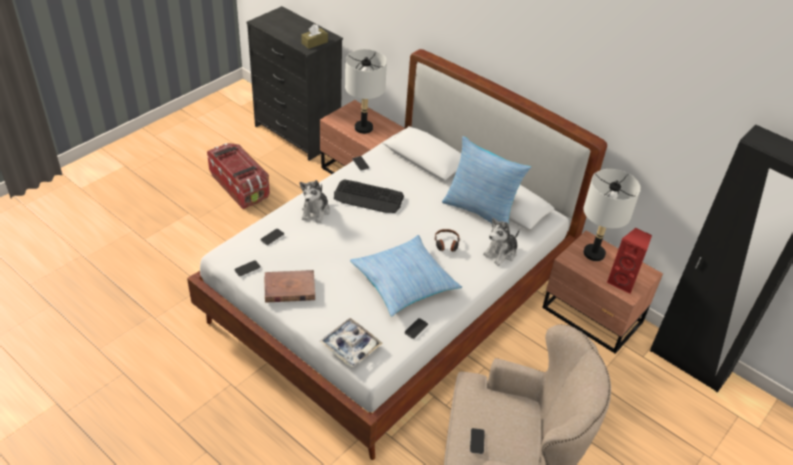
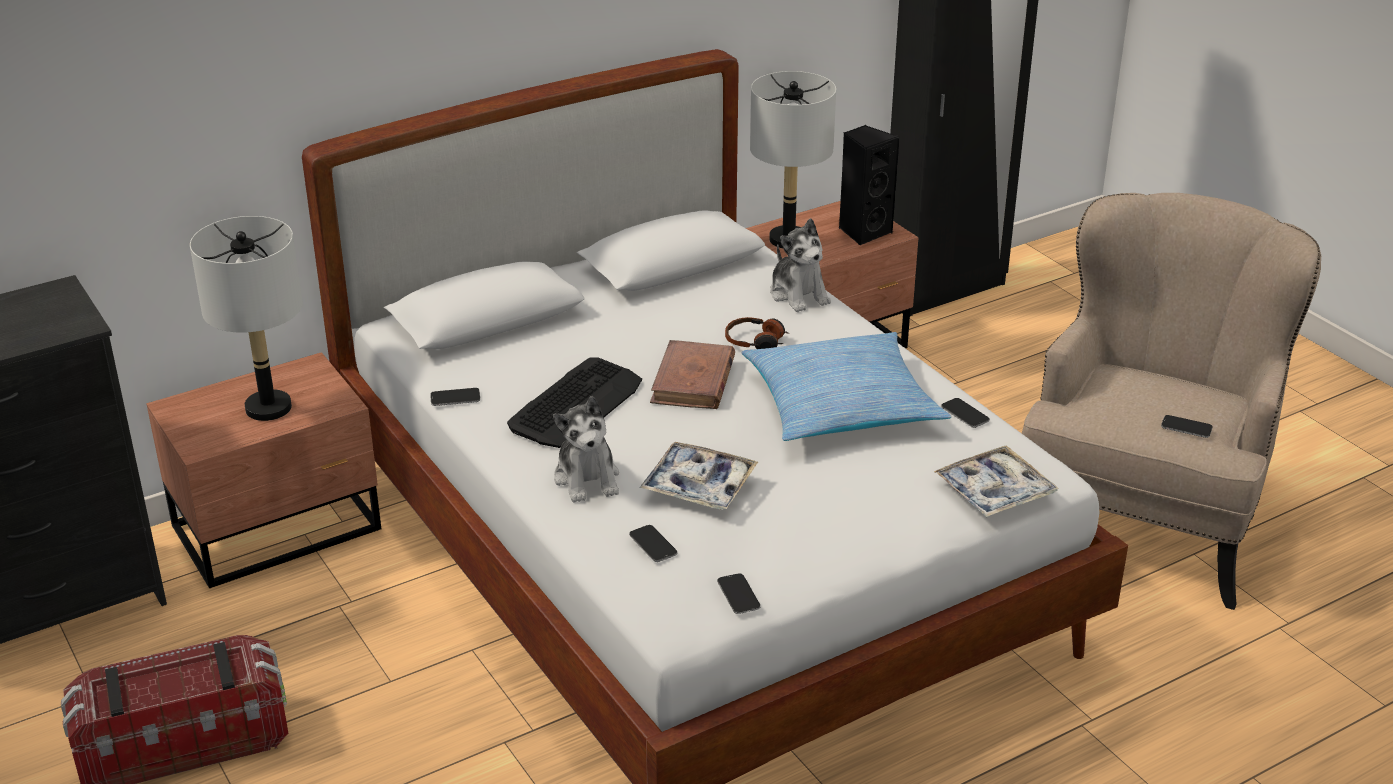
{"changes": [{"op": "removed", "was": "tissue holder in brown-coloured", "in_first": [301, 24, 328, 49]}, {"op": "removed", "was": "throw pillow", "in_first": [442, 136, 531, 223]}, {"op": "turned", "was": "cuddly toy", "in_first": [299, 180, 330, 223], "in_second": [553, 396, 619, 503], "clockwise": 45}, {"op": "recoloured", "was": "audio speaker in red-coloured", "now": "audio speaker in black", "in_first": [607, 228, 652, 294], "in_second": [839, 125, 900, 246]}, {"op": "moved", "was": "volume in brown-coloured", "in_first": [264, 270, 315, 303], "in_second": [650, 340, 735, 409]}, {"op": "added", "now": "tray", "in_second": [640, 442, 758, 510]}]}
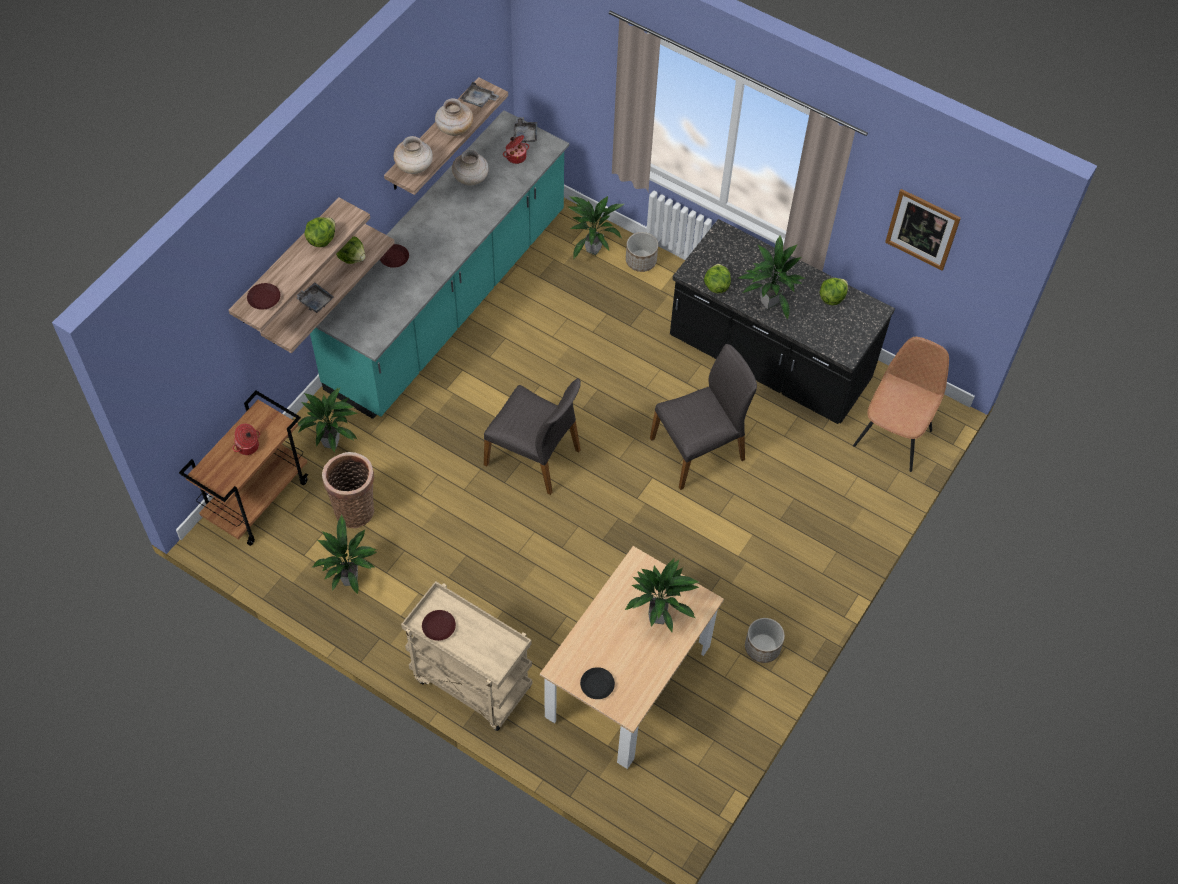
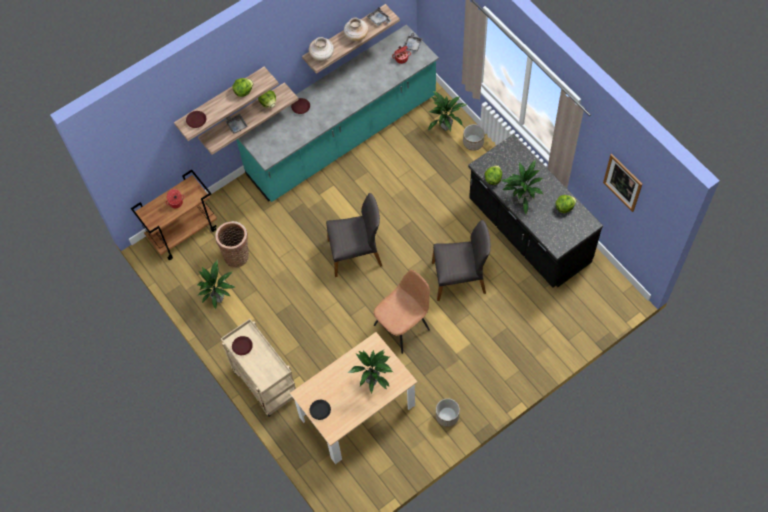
{"changes": [{"op": "removed", "was": "decorative vase in beige", "in_first": [452, 150, 489, 186]}, {"op": "moved", "was": "plain chair in brown-coloured", "in_first": [853, 337, 949, 472], "in_second": [374, 270, 430, 354]}, {"op": "turned", "was": "plain chair in grey", "in_first": [484, 378, 581, 495], "in_second": [326, 193, 382, 277], "clockwise": -60}, {"op": "removed", "was": "houseplant", "in_first": [297, 388, 358, 453]}]}
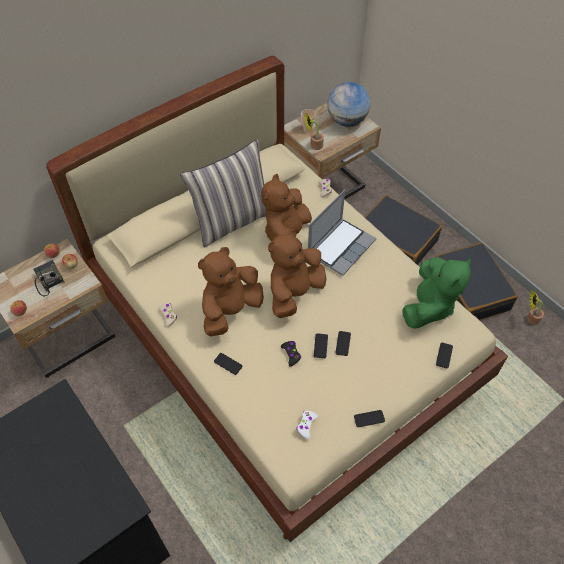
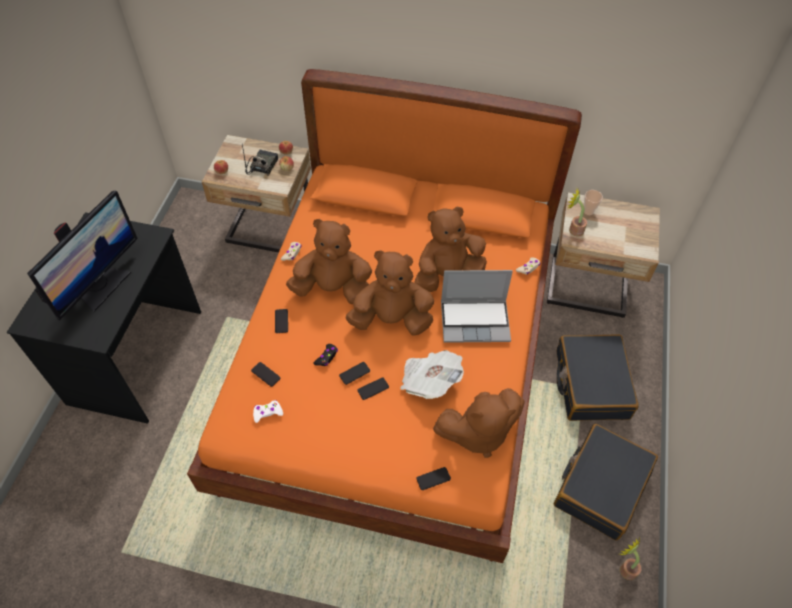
{"changes": [{"op": "recoloured", "was": "bedroom bed in beige", "now": "bedroom bed in orange", "in_first": [46, 56, 508, 542], "in_second": [187, 69, 582, 563]}, {"op": "removed", "was": "desk globe", "in_first": [327, 82, 370, 127]}, {"op": "removed", "was": "throw pillow", "in_first": [180, 139, 266, 248]}, {"op": "recoloured", "was": "cuddly toy in green-coloured", "now": "cuddly toy in brown-coloured", "in_first": [402, 257, 471, 329], "in_second": [433, 388, 525, 458]}, {"op": "moved", "was": "handset", "in_first": [354, 410, 385, 427], "in_second": [251, 362, 281, 387]}, {"op": "added", "now": "computer screen", "in_second": [27, 190, 138, 320]}, {"op": "added", "now": "newspaper", "in_second": [401, 350, 464, 399]}]}
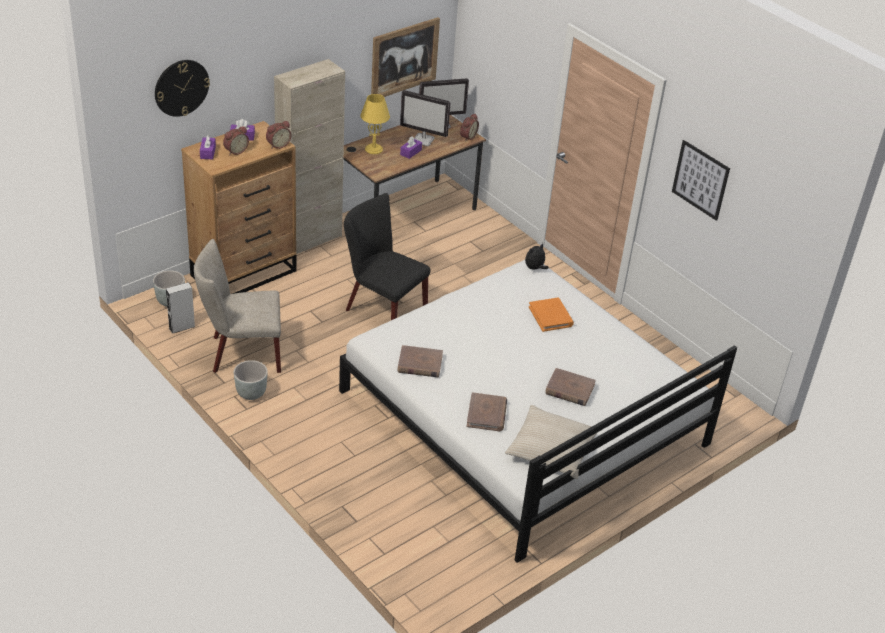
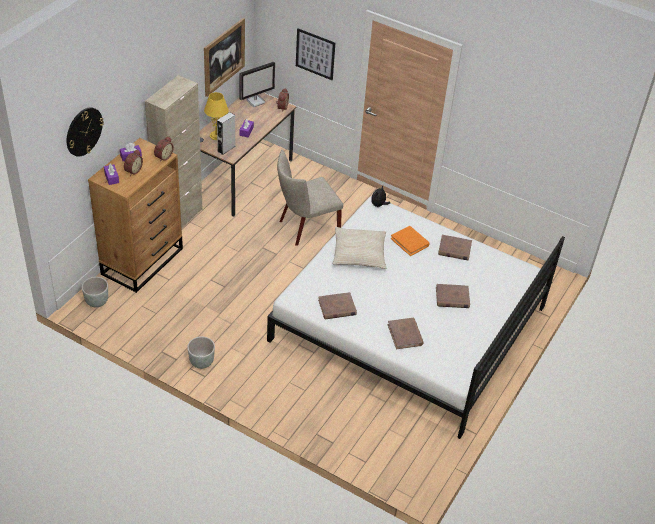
{"changes": [{"op": "removed", "was": "computer screen", "in_first": [400, 90, 451, 146]}, {"op": "moved", "was": "wall picture", "in_first": [672, 140, 730, 221], "in_second": [296, 28, 335, 80]}, {"op": "removed", "was": "plain chair in black", "in_first": [344, 193, 431, 320]}, {"op": "moved", "was": "plain chair in beige", "in_first": [194, 239, 281, 373], "in_second": [277, 150, 343, 246]}, {"op": "moved", "was": "audio speaker in grey", "in_first": [166, 282, 195, 334], "in_second": [217, 112, 236, 155]}, {"op": "moved", "was": "throw pillow in beige", "in_first": [505, 405, 598, 479], "in_second": [333, 227, 386, 269]}, {"op": "added", "now": "volume in brown-coloured", "in_second": [438, 235, 472, 260]}]}
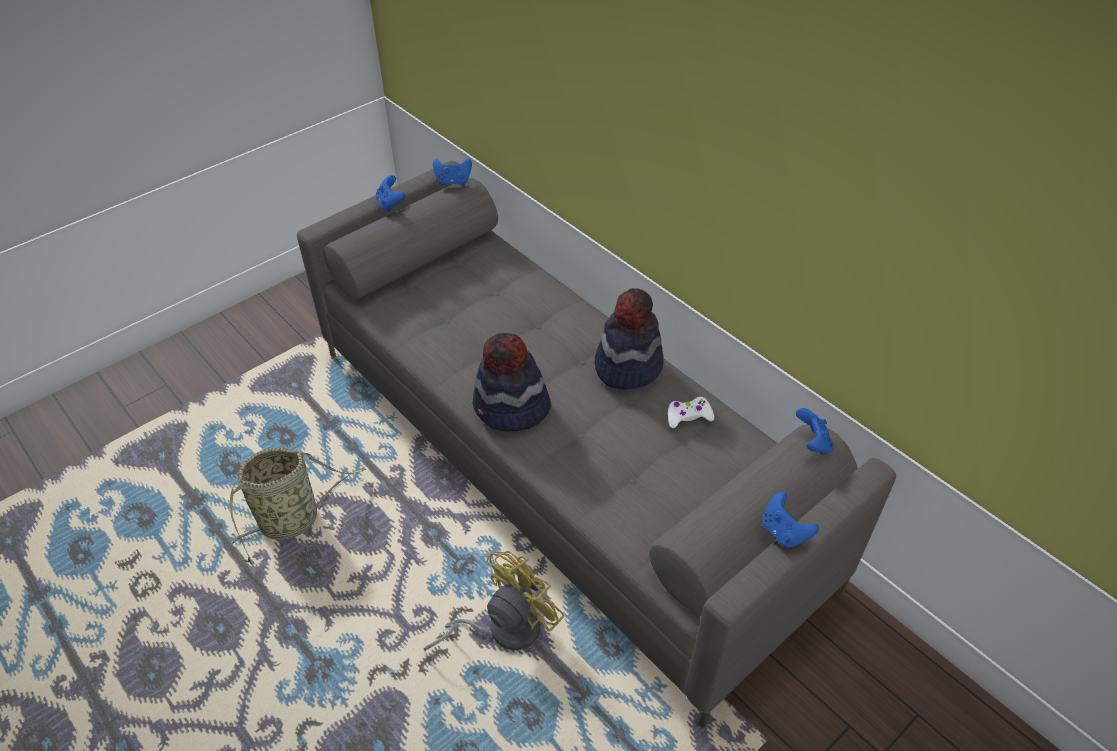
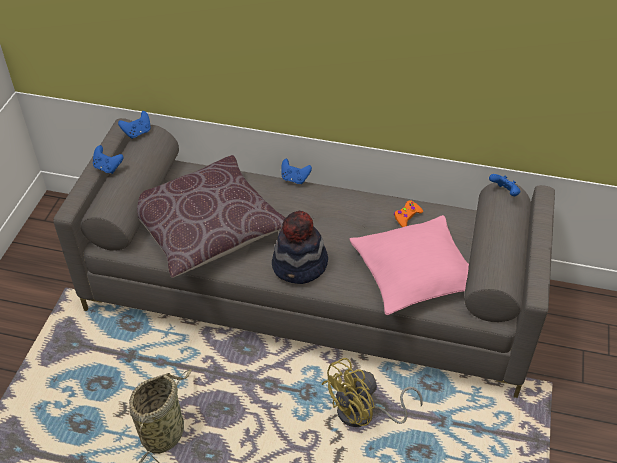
{"changes": [{"op": "removed", "was": "clothing hat", "in_first": [594, 288, 664, 390]}, {"op": "recoloured", "was": "joypad in white", "now": "joypad in orange", "in_first": [668, 397, 714, 428], "in_second": [394, 200, 423, 227]}, {"op": "moved", "was": "joypad in bluish", "in_first": [762, 491, 819, 548], "in_second": [281, 159, 312, 184]}, {"op": "turned", "was": "cooling fan in yellowish", "in_first": [424, 551, 565, 651], "in_second": [322, 358, 423, 427], "clockwise": -135}, {"op": "added", "now": "throw pillow in brown-coloured", "in_second": [137, 155, 286, 278]}, {"op": "added", "now": "throw pillow in pinkish", "in_second": [350, 215, 469, 315]}]}
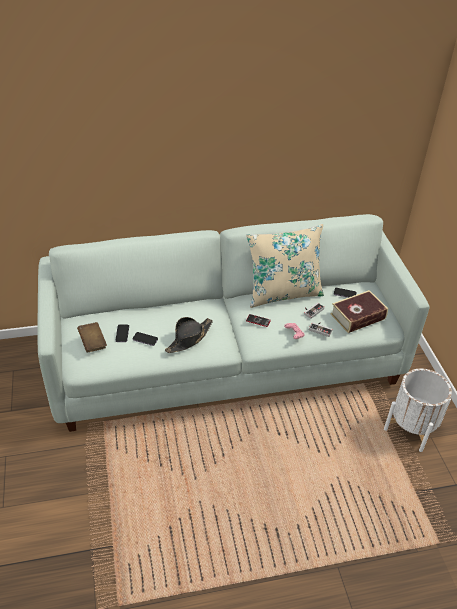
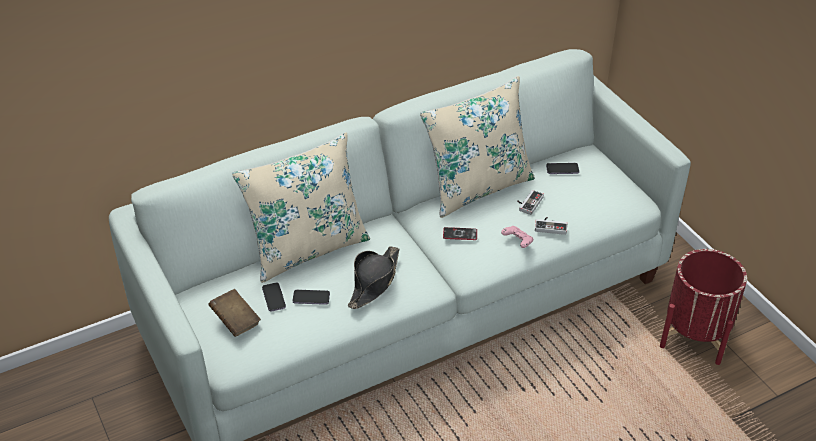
{"changes": [{"op": "removed", "was": "volume", "in_first": [330, 290, 388, 333]}, {"op": "recoloured", "was": "planter in white", "now": "planter in red-coloured", "in_first": [384, 369, 452, 452], "in_second": [660, 249, 747, 365]}, {"op": "added", "now": "throw pillow in beige", "in_second": [232, 132, 370, 283]}]}
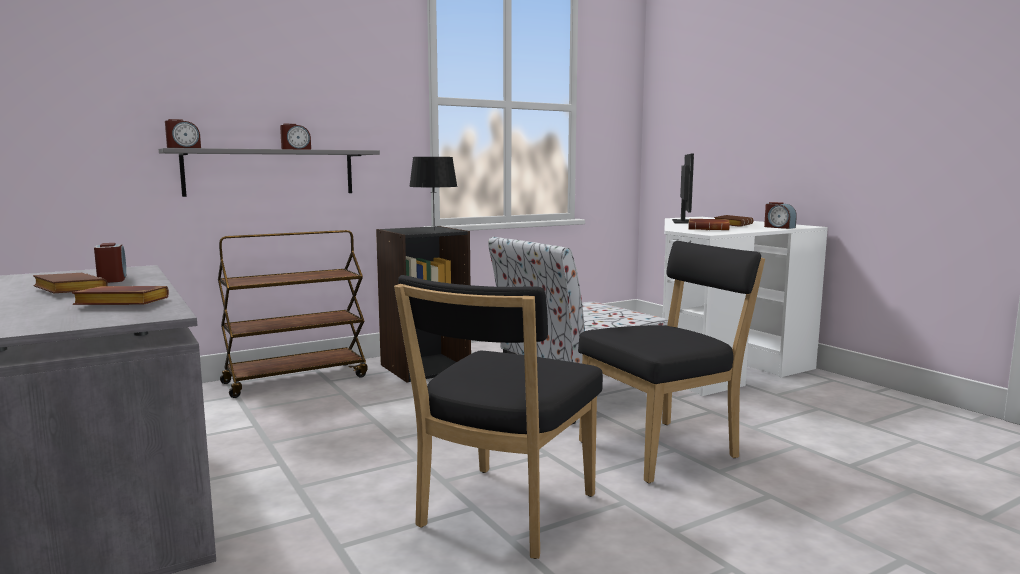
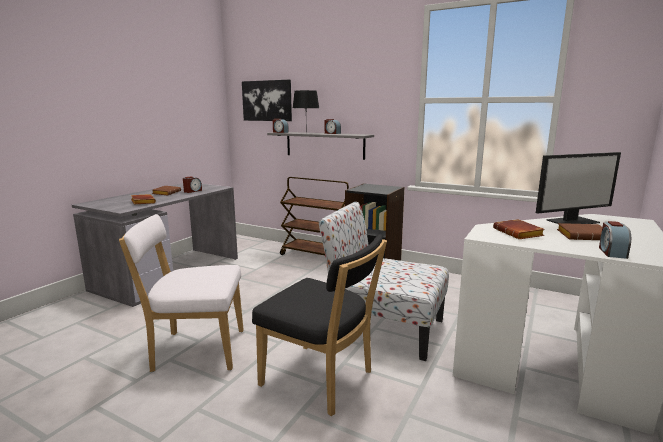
{"changes": [{"op": "moved", "was": "table lamp in black", "in_first": [409, 157, 457, 230], "in_second": [293, 90, 319, 133]}, {"op": "recoloured", "was": "plain chair in black", "now": "plain chair in white", "in_first": [394, 275, 603, 559], "in_second": [119, 214, 244, 372]}, {"op": "added", "now": "wall picture", "in_second": [242, 80, 292, 121]}]}
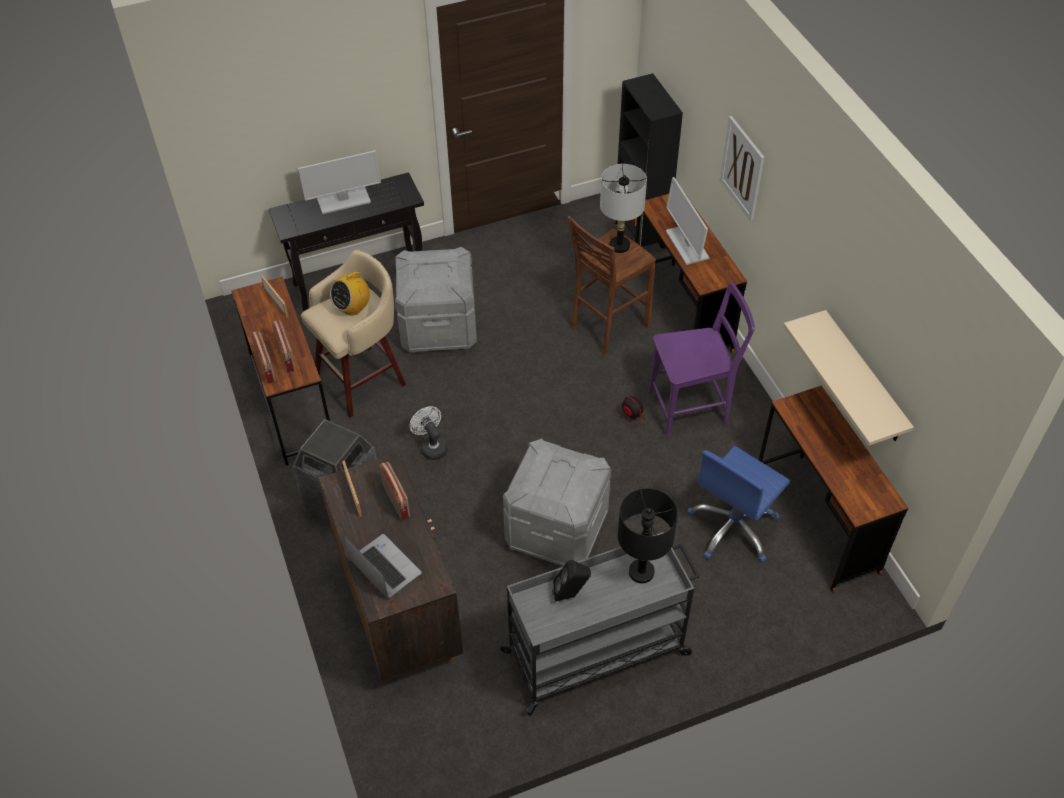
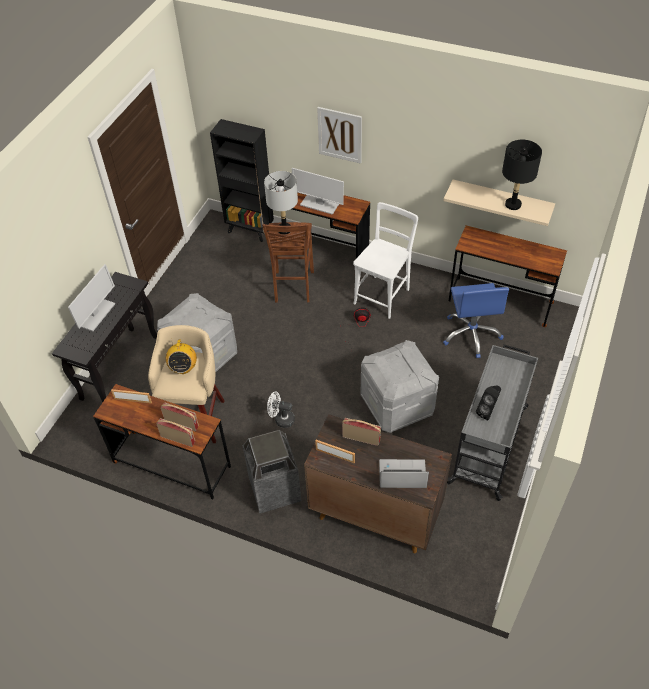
{"changes": [{"op": "recoloured", "was": "plain chair in purplish", "now": "plain chair in white", "in_first": [647, 282, 755, 438], "in_second": [353, 202, 418, 319]}, {"op": "moved", "was": "table lamp in black", "in_first": [618, 488, 678, 584], "in_second": [502, 140, 542, 210]}]}
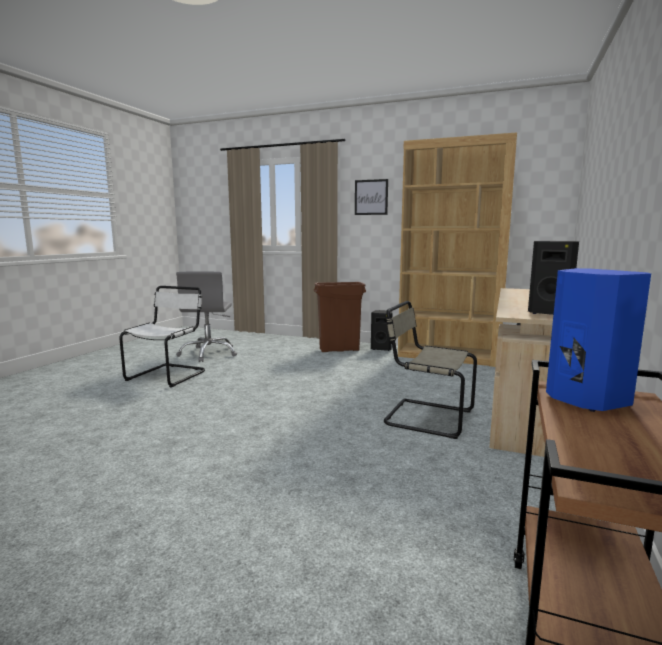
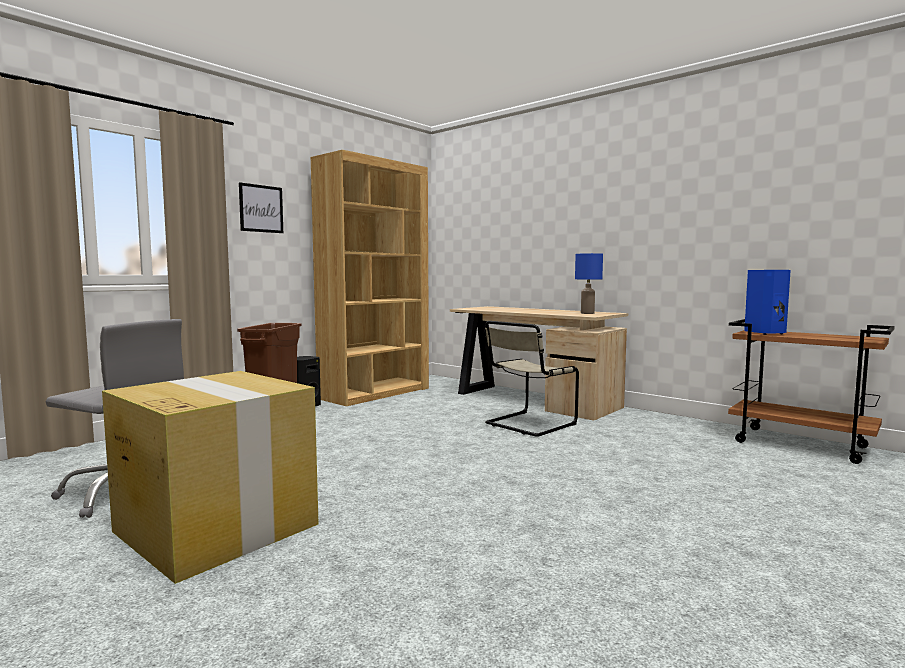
{"changes": [{"op": "replaced", "was": "audio speaker in black", "now": "table lamp in bluish", "in_first": [528, 241, 579, 315], "in_second": [575, 253, 603, 314]}, {"op": "replaced", "was": "plain chair in white", "now": "packing box", "in_first": [119, 286, 205, 387], "in_second": [102, 371, 318, 584]}]}
